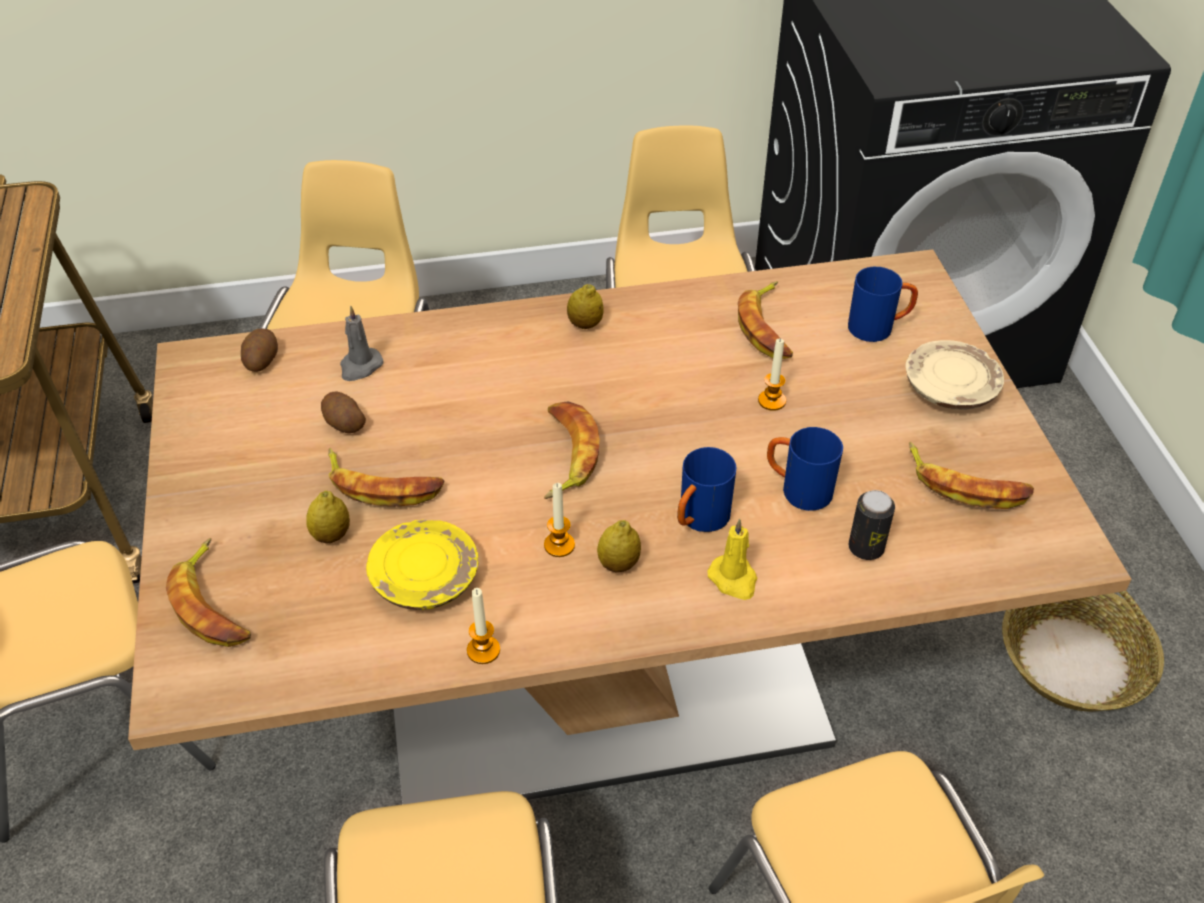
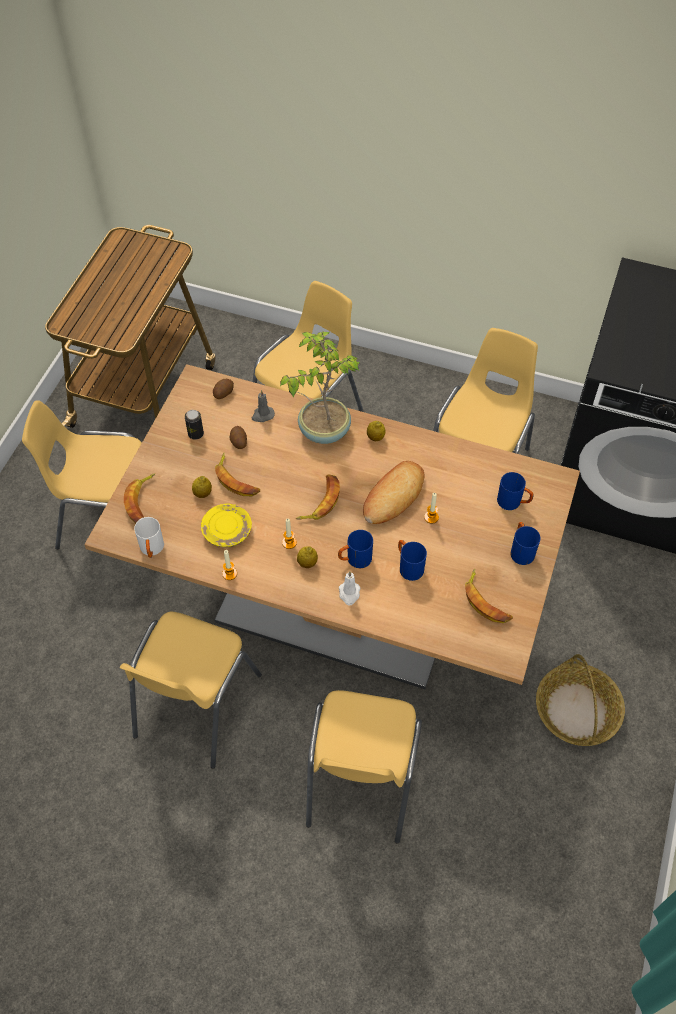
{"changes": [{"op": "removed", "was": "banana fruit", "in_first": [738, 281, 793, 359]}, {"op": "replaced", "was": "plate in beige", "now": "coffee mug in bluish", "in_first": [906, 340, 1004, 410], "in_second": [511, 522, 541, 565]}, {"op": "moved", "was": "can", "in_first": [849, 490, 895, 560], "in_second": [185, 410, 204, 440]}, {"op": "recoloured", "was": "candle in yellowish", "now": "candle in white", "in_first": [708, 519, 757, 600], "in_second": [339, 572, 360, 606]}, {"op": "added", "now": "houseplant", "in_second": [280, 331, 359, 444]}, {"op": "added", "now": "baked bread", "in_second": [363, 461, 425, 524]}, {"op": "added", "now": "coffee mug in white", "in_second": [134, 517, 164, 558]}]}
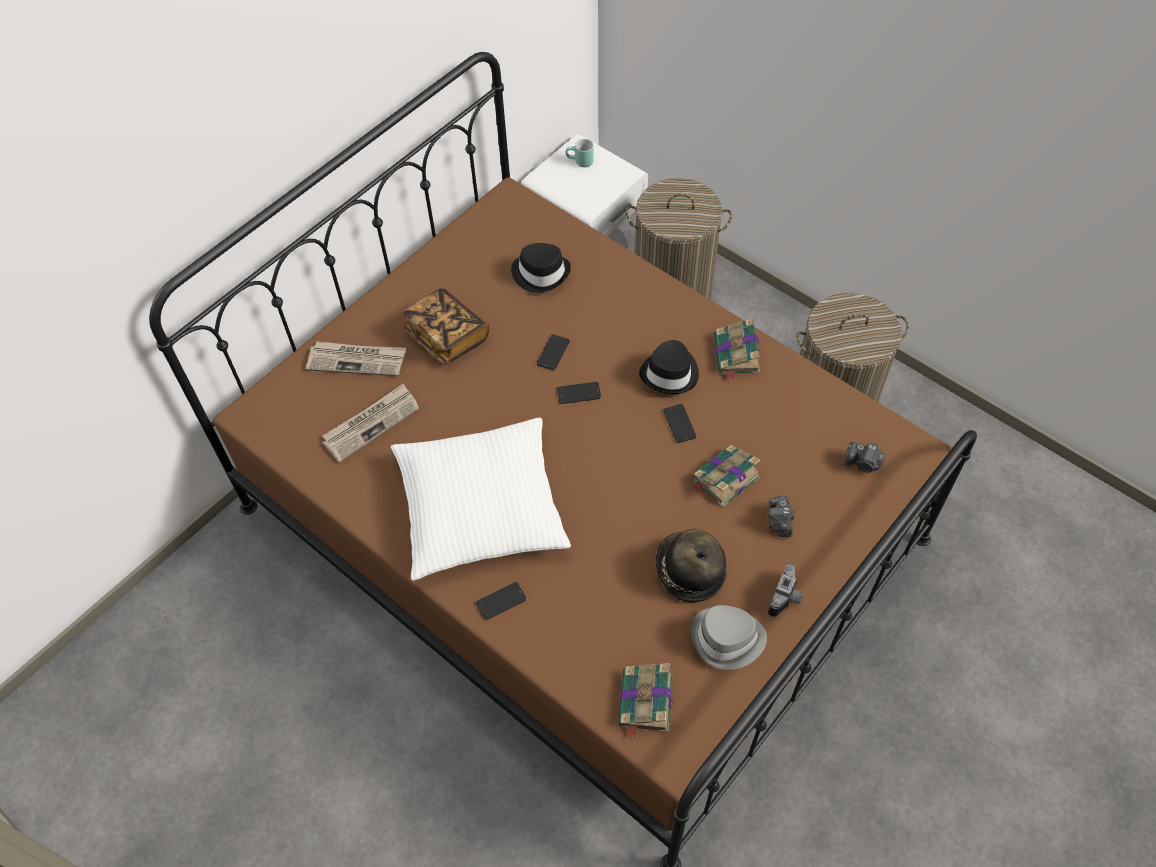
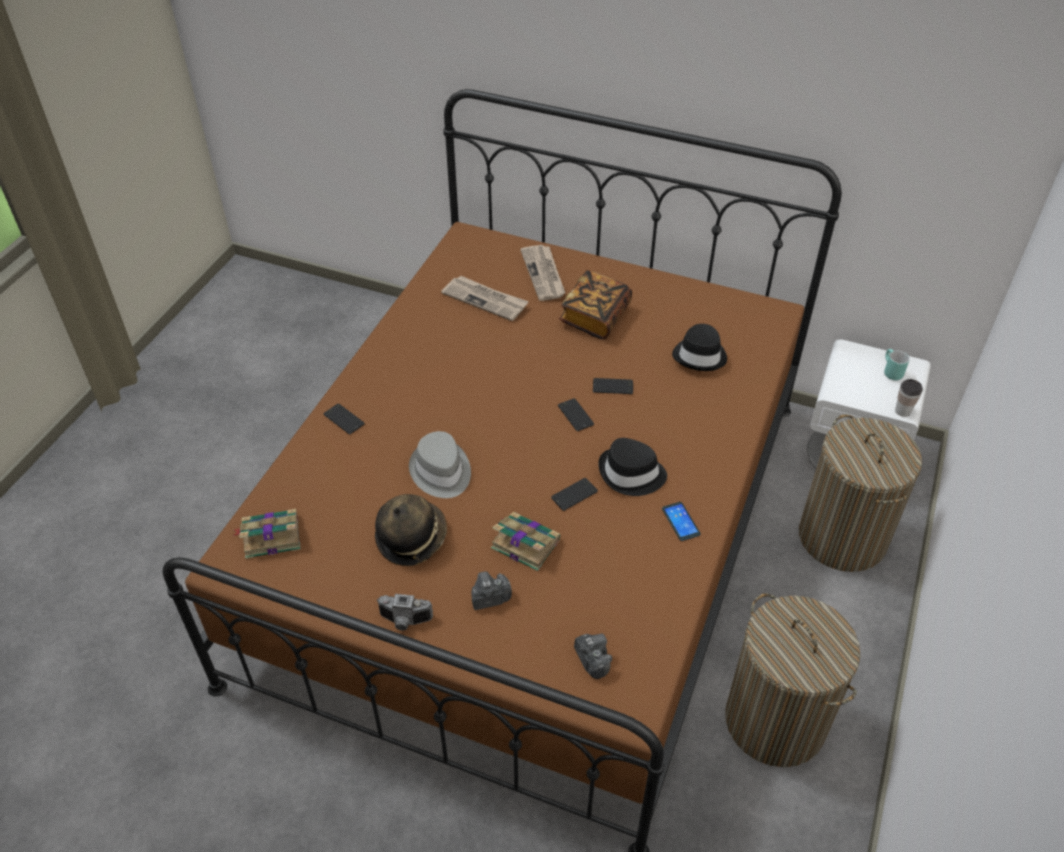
{"changes": [{"op": "replaced", "was": "volume", "now": "handset", "in_first": [714, 318, 760, 380], "in_second": [662, 502, 701, 541]}, {"op": "removed", "was": "throw pillow in white", "in_first": [391, 418, 571, 581]}, {"op": "turned", "was": "photo camera", "in_first": [844, 442, 886, 473], "in_second": [574, 634, 612, 679], "clockwise": 150}, {"op": "moved", "was": "clothing hat in grey", "in_first": [691, 605, 767, 670], "in_second": [409, 431, 471, 498]}, {"op": "added", "now": "cup", "in_second": [895, 379, 923, 417]}]}
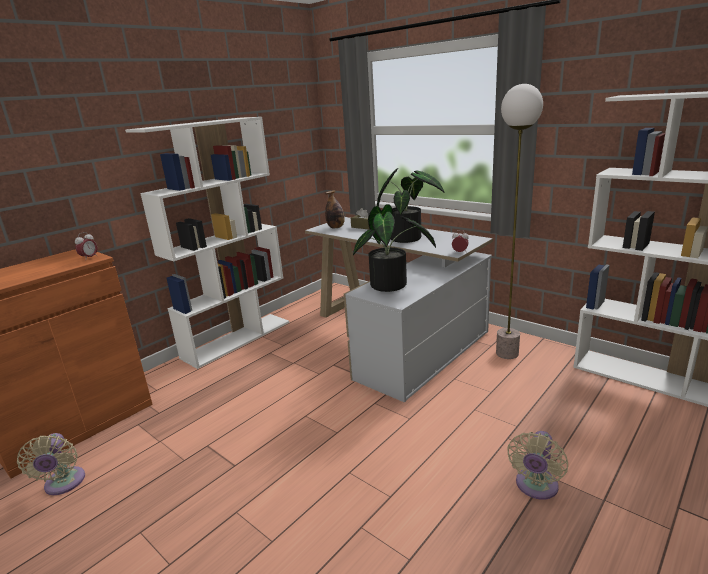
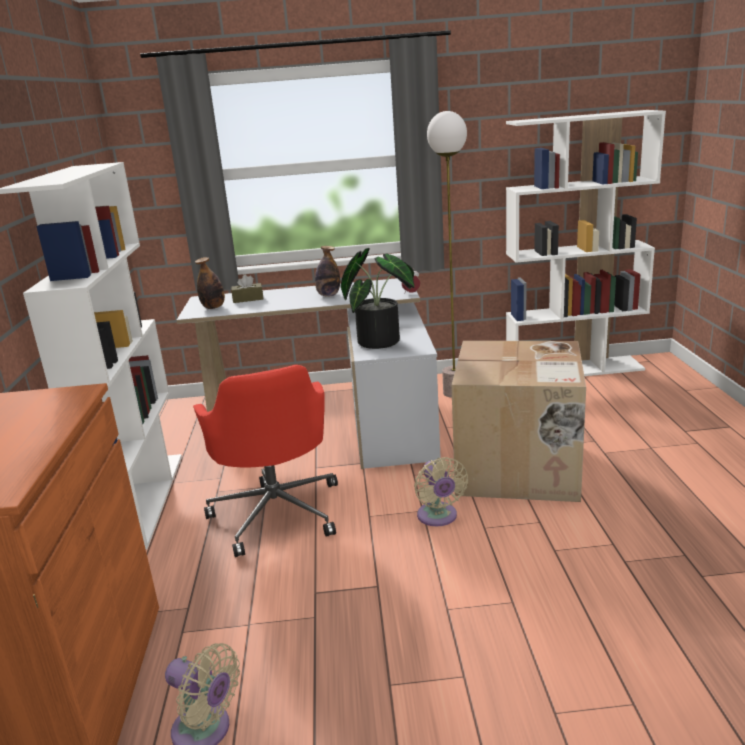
{"changes": [{"op": "replaced", "was": "houseplant", "now": "bottle", "in_first": [377, 168, 445, 243], "in_second": [315, 246, 340, 297]}, {"op": "removed", "was": "alarm clock", "in_first": [75, 232, 98, 257]}, {"op": "moved", "was": "cooling fan in beige", "in_first": [507, 431, 568, 500], "in_second": [414, 457, 468, 526]}, {"op": "added", "now": "packing box", "in_second": [451, 341, 586, 502]}, {"op": "added", "now": "computer chair in red-coloured", "in_second": [193, 365, 338, 557]}]}
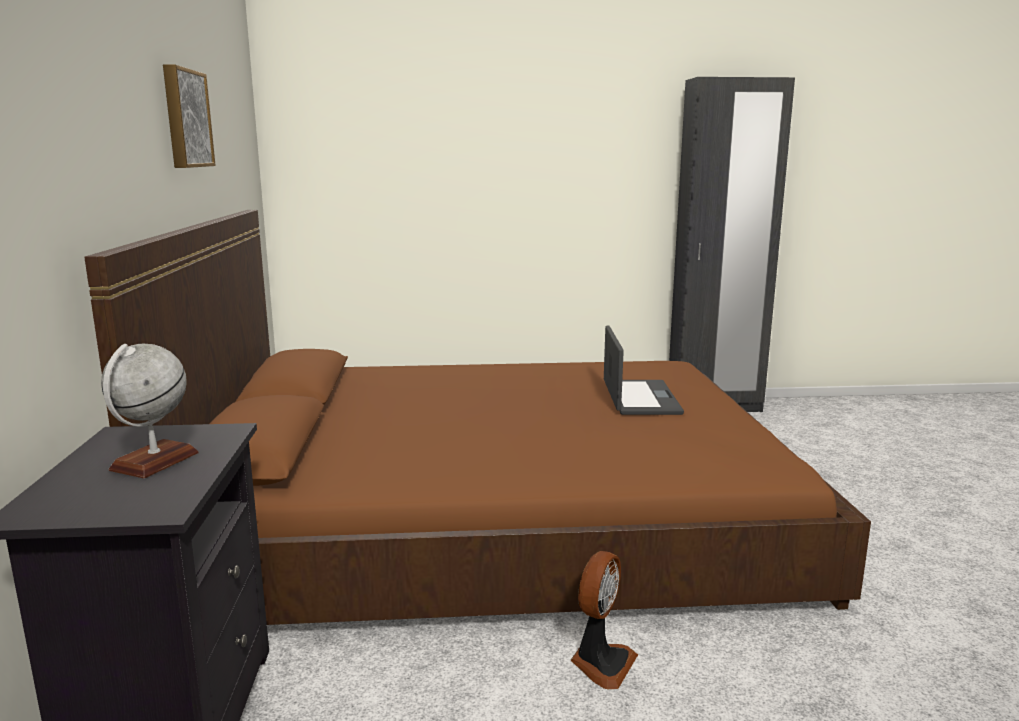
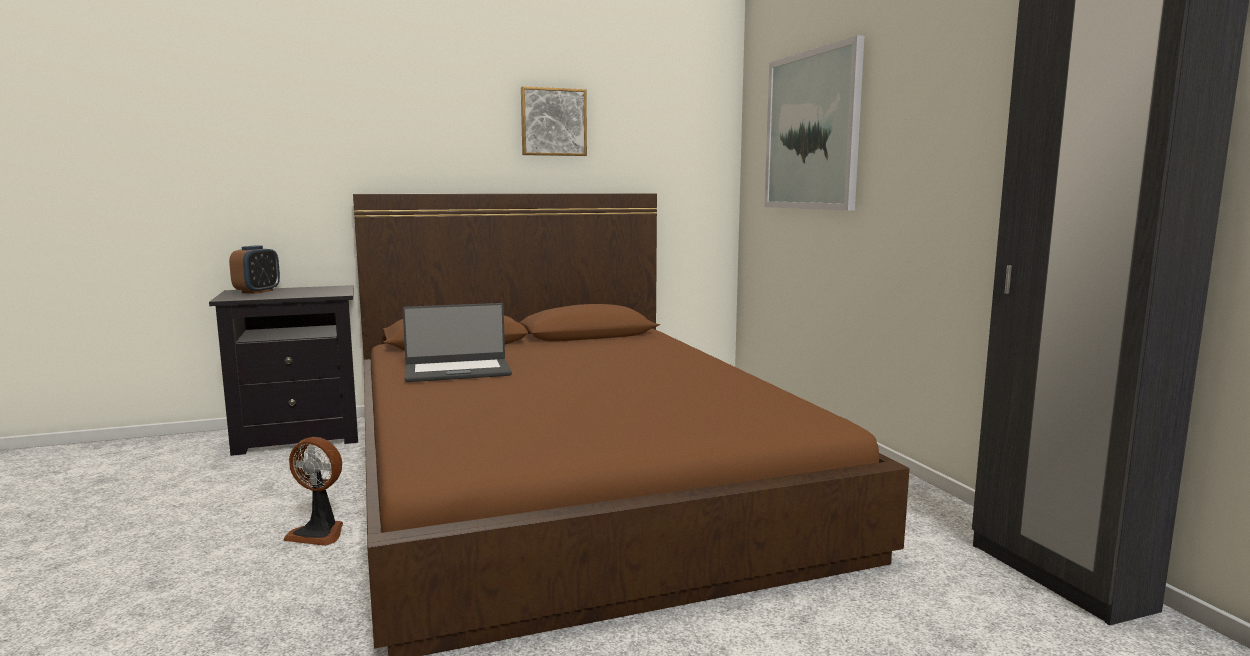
{"changes": [{"op": "moved", "was": "notebook computer", "in_first": [604, 325, 684, 415], "in_second": [403, 303, 512, 382]}, {"op": "removed", "was": "desk globe", "in_first": [101, 344, 199, 478]}, {"op": "added", "now": "wall picture", "in_second": [764, 35, 864, 211]}, {"op": "added", "now": "alarm clock", "in_second": [229, 245, 280, 294]}]}
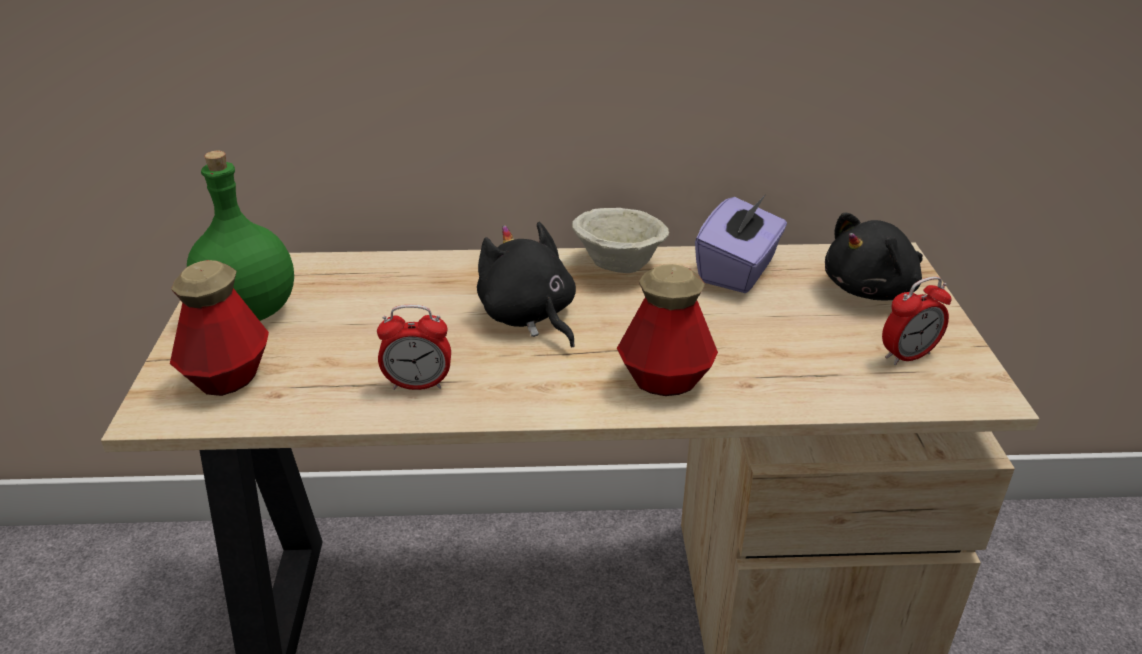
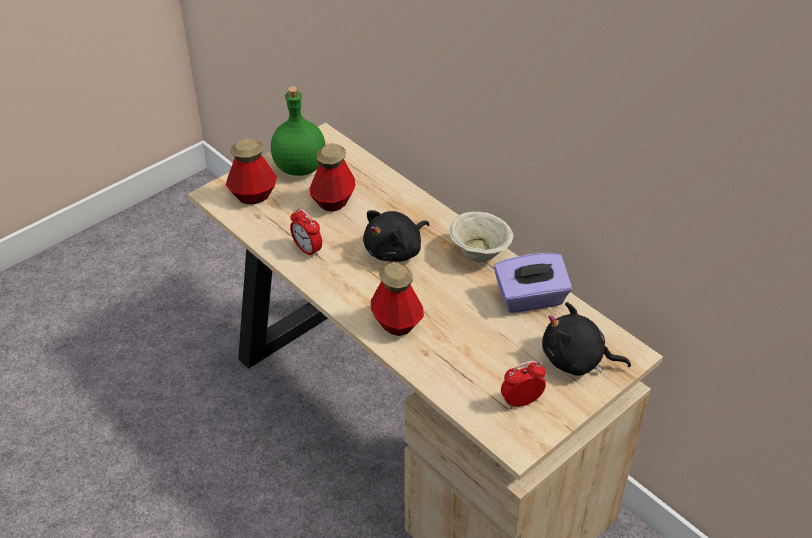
{"changes": [{"op": "turned", "was": "cuddly toy in black", "in_first": [477, 222, 576, 347], "in_second": [363, 210, 429, 262], "clockwise": -150}, {"op": "turned", "was": "alarm clock", "in_first": [882, 276, 952, 365], "in_second": [501, 361, 546, 409], "clockwise": 135}, {"op": "added", "now": "bottle", "in_second": [310, 143, 356, 212]}]}
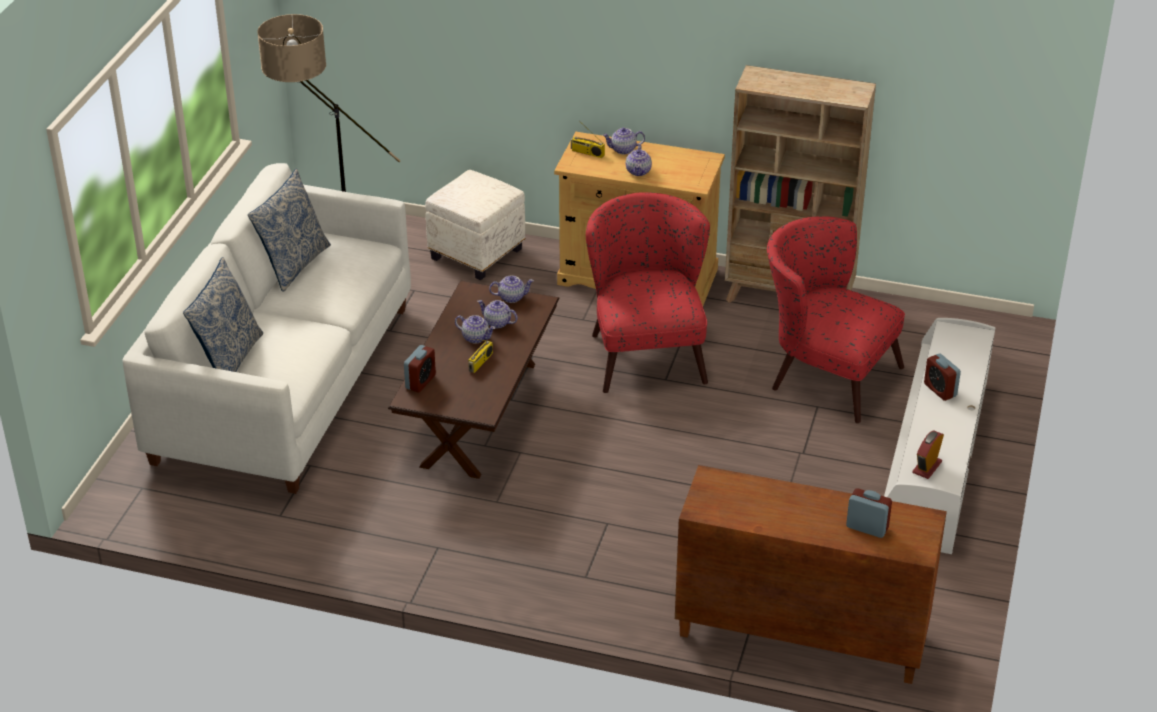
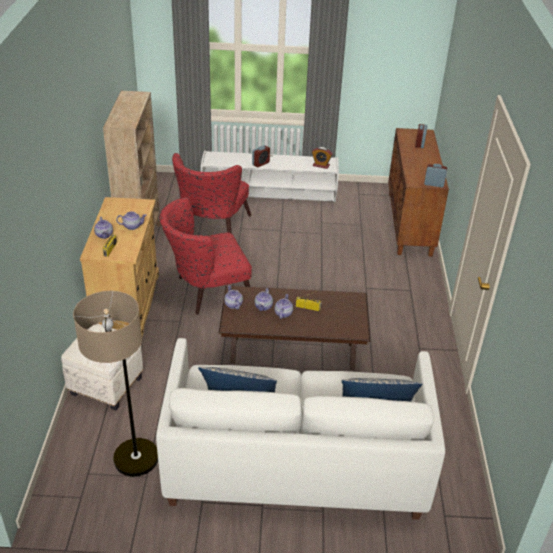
{"changes": [{"op": "moved", "was": "alarm clock", "in_first": [404, 345, 436, 392], "in_second": [424, 164, 447, 187]}]}
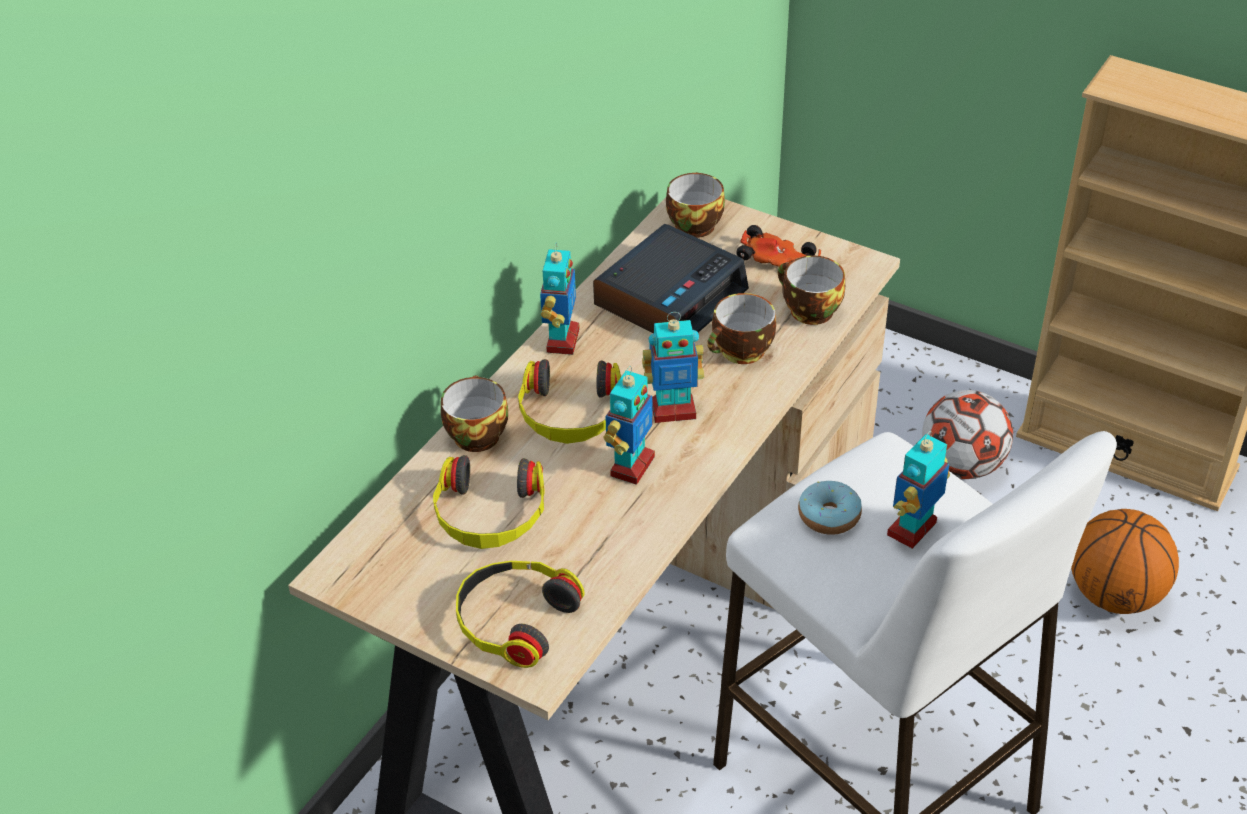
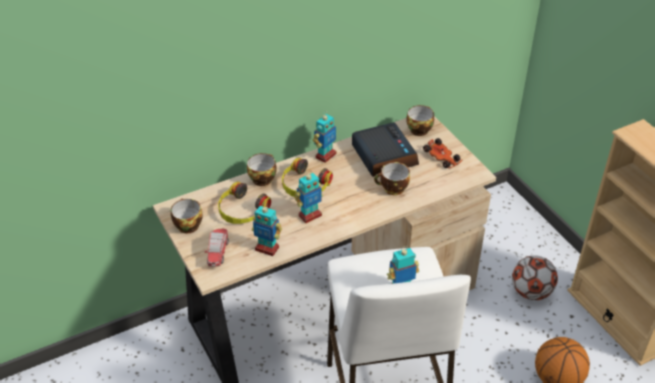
{"changes": [{"op": "turned", "was": "alarm clock", "in_first": [593, 224, 749, 333], "in_second": [352, 122, 419, 177], "clockwise": -90}, {"op": "moved", "was": "cup", "in_first": [778, 255, 845, 325], "in_second": [171, 198, 203, 233]}, {"op": "moved", "was": "model robot", "in_first": [642, 312, 704, 423], "in_second": [252, 206, 282, 256]}, {"op": "removed", "was": "ring doughnut", "in_first": [798, 481, 862, 535]}, {"op": "replaced", "was": "headphones", "now": "toy car", "in_first": [456, 561, 585, 668], "in_second": [205, 229, 229, 267]}]}
